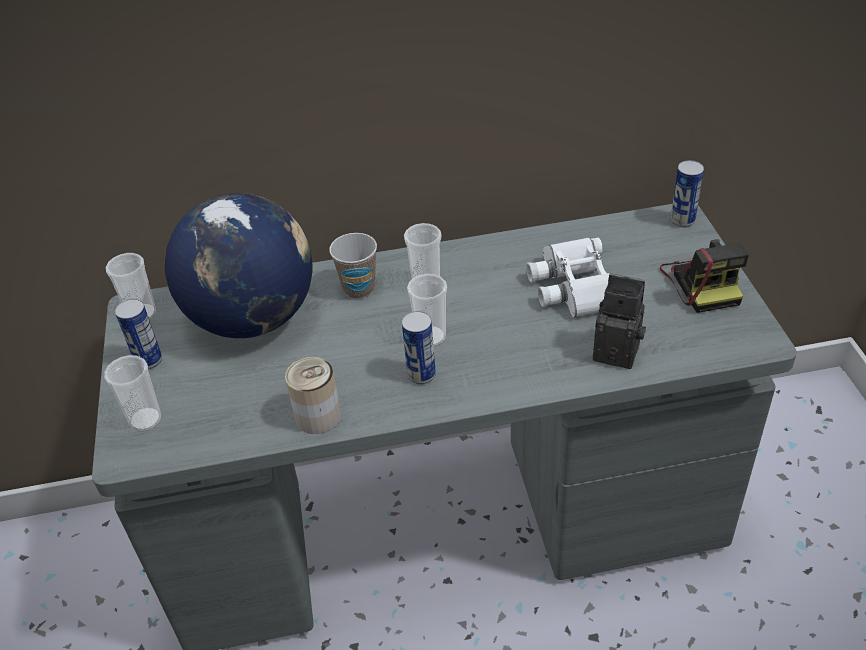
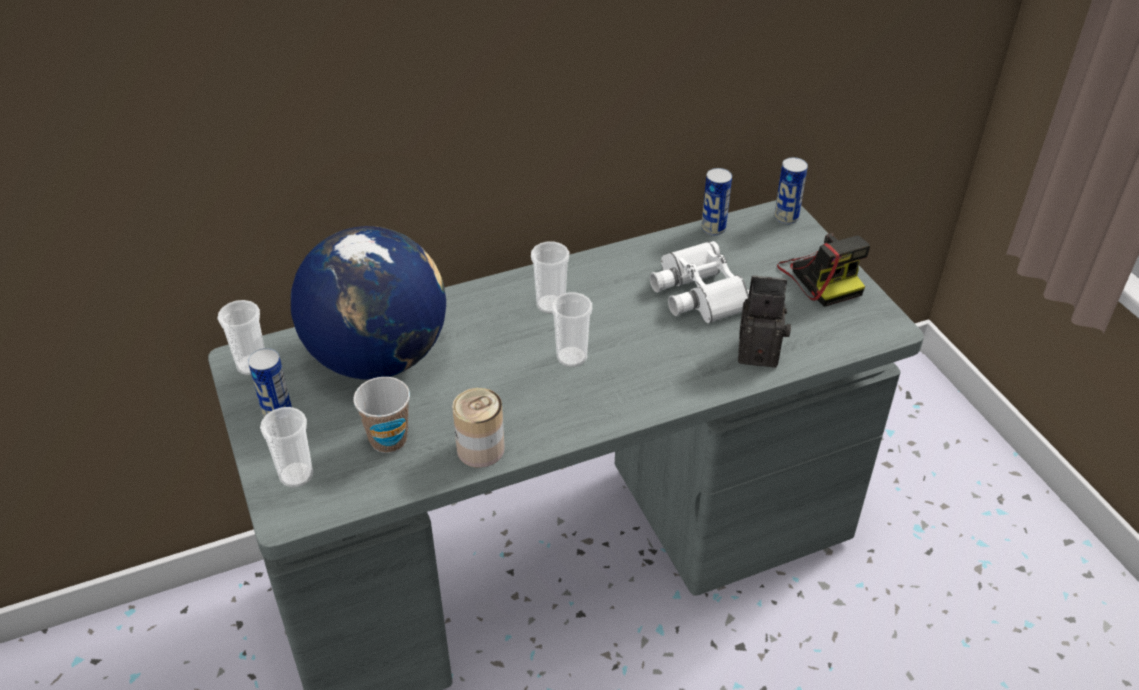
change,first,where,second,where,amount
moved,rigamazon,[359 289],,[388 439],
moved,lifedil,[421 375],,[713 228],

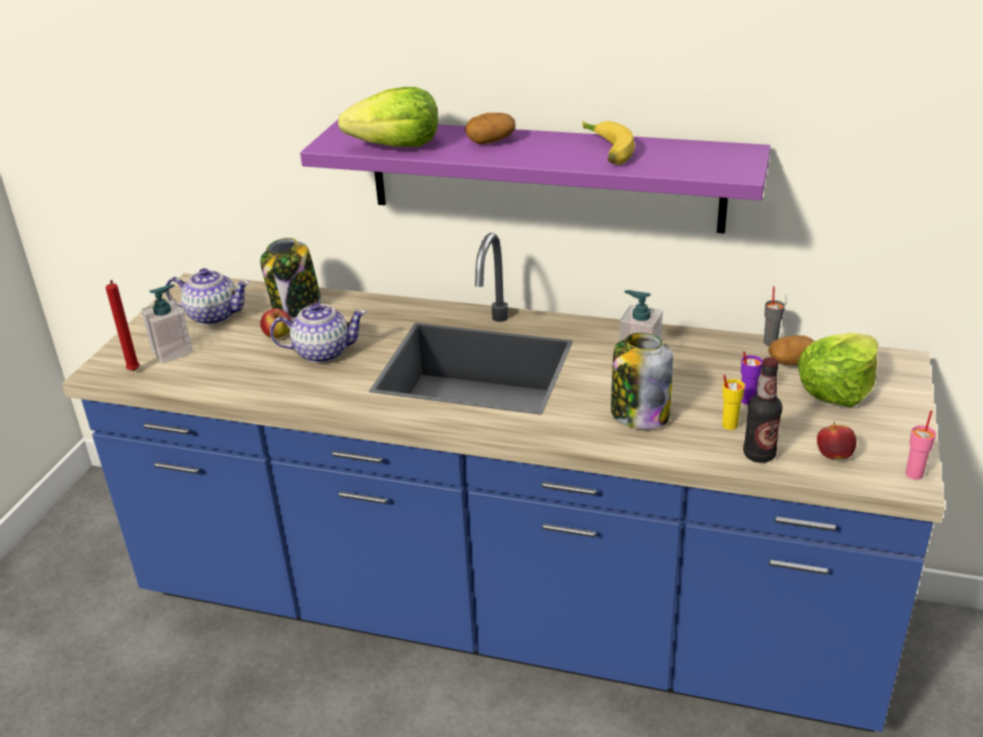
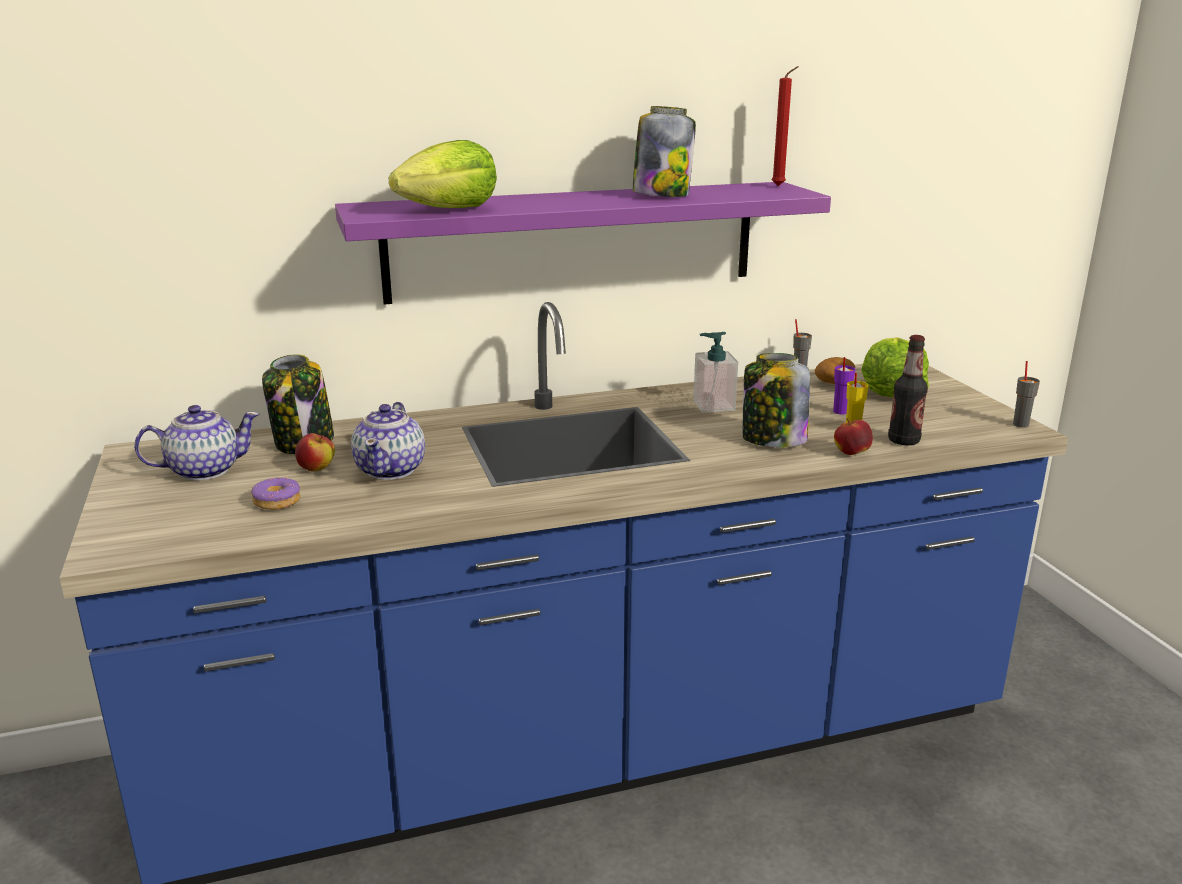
change,first,where,second,where,amount
added,,,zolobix,[277 501],
turned,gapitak,[322 352],,[391 469],135 degrees clockwise
replaced,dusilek,[604 152],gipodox,[661 195],
moved,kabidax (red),[134 372],,[780 186],
moved,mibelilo,[834 456],,[851 453],
recoloured,rigamazon (pink),[914 474],rigamazon (grey),[1020 424],
removed,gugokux,[172 351],,,
removed,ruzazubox,[491 141],,,

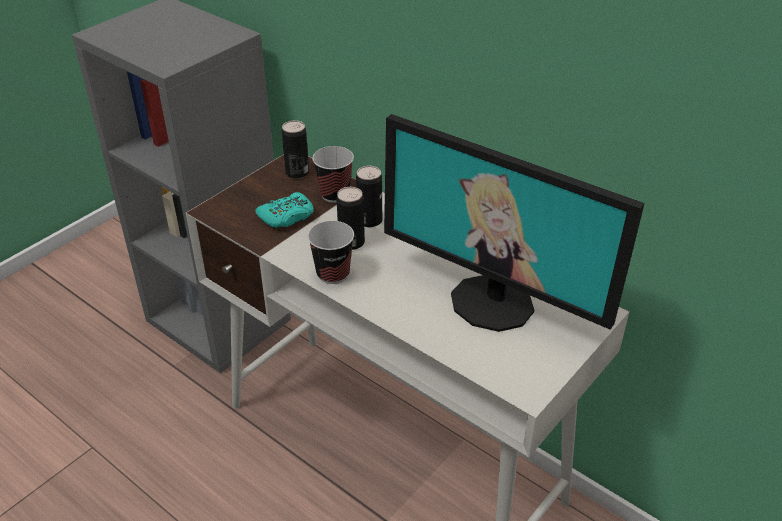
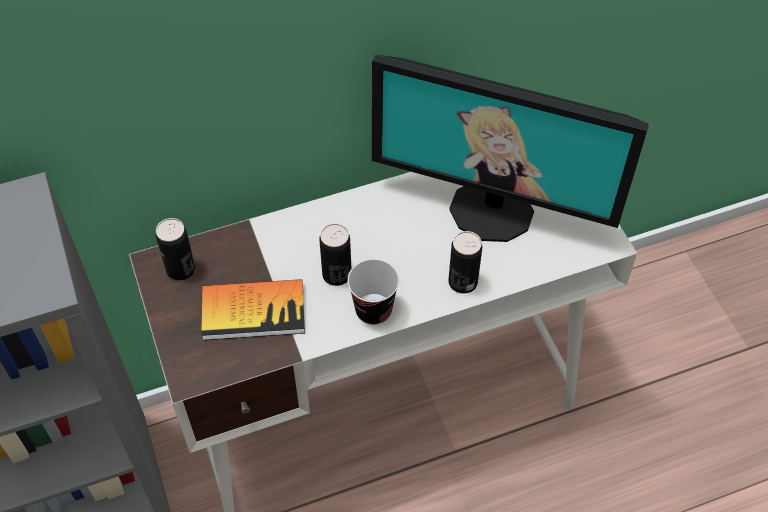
change,first,where,second,where,amount
replaced,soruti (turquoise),[287 216],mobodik,[253 311],
turned,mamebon,[493 302],,[492 209],45 degrees clockwise
moved,lifedil,[369 220],,[463 282],
removed,rigamazon,[335 194],,,

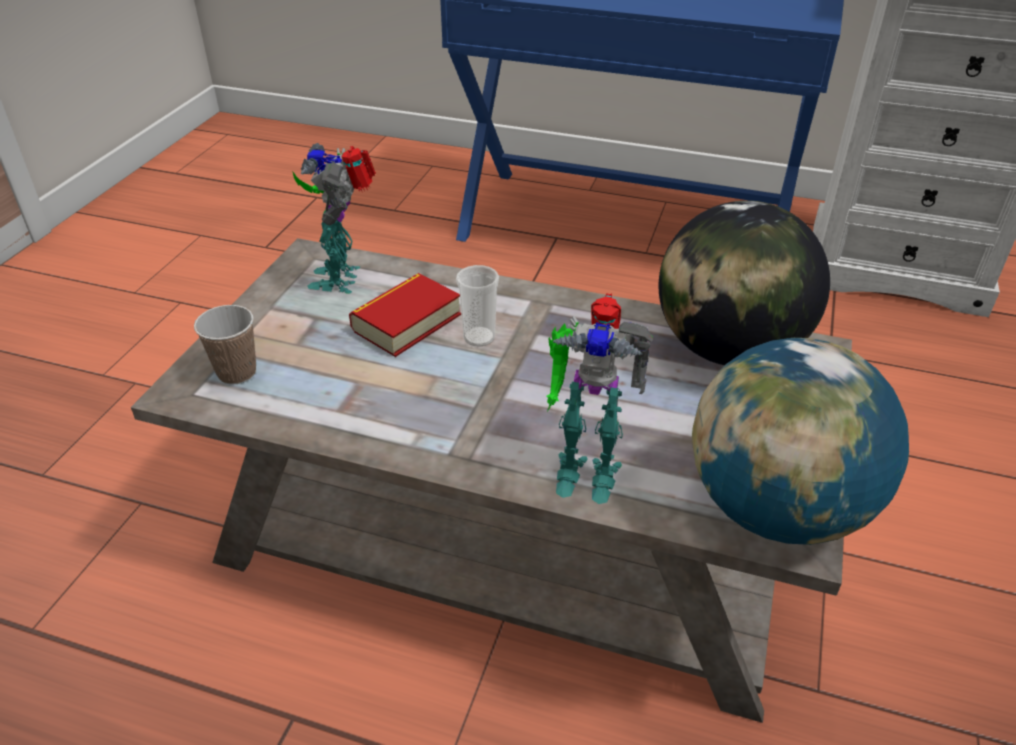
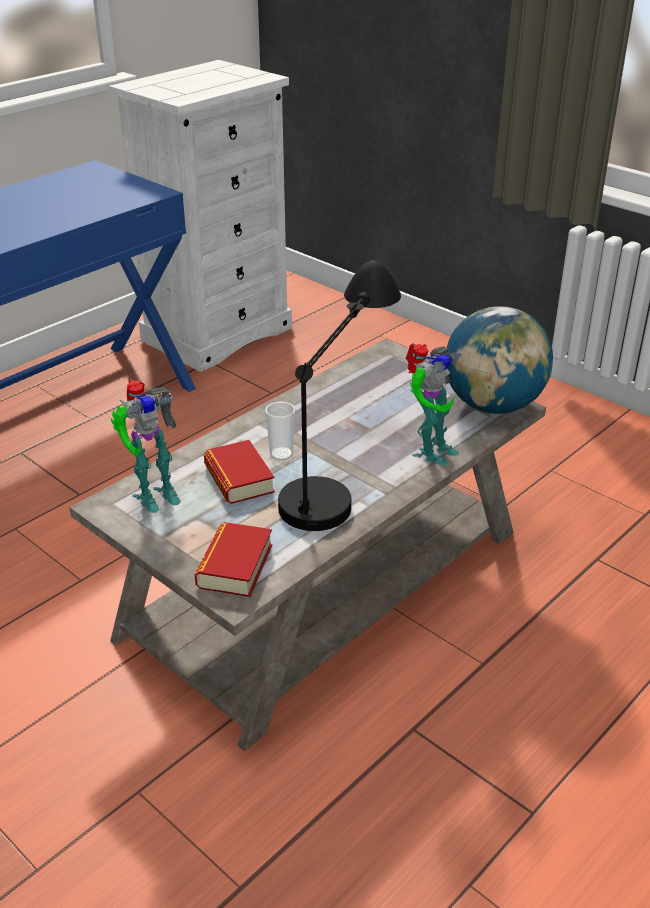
change,first,where,second,where,amount
turned,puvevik,[342 277],,[153 495],60 degrees counterclockwise
replaced,rigamazon,[237 373],mobodik,[235 566],
added,,,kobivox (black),[338 472],
removed,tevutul,[728 349],,,

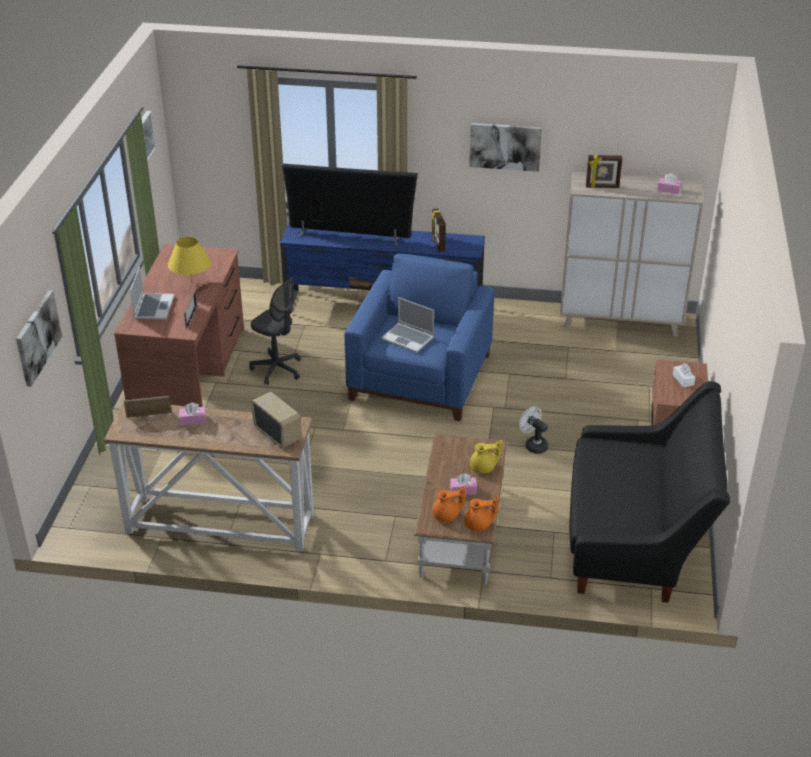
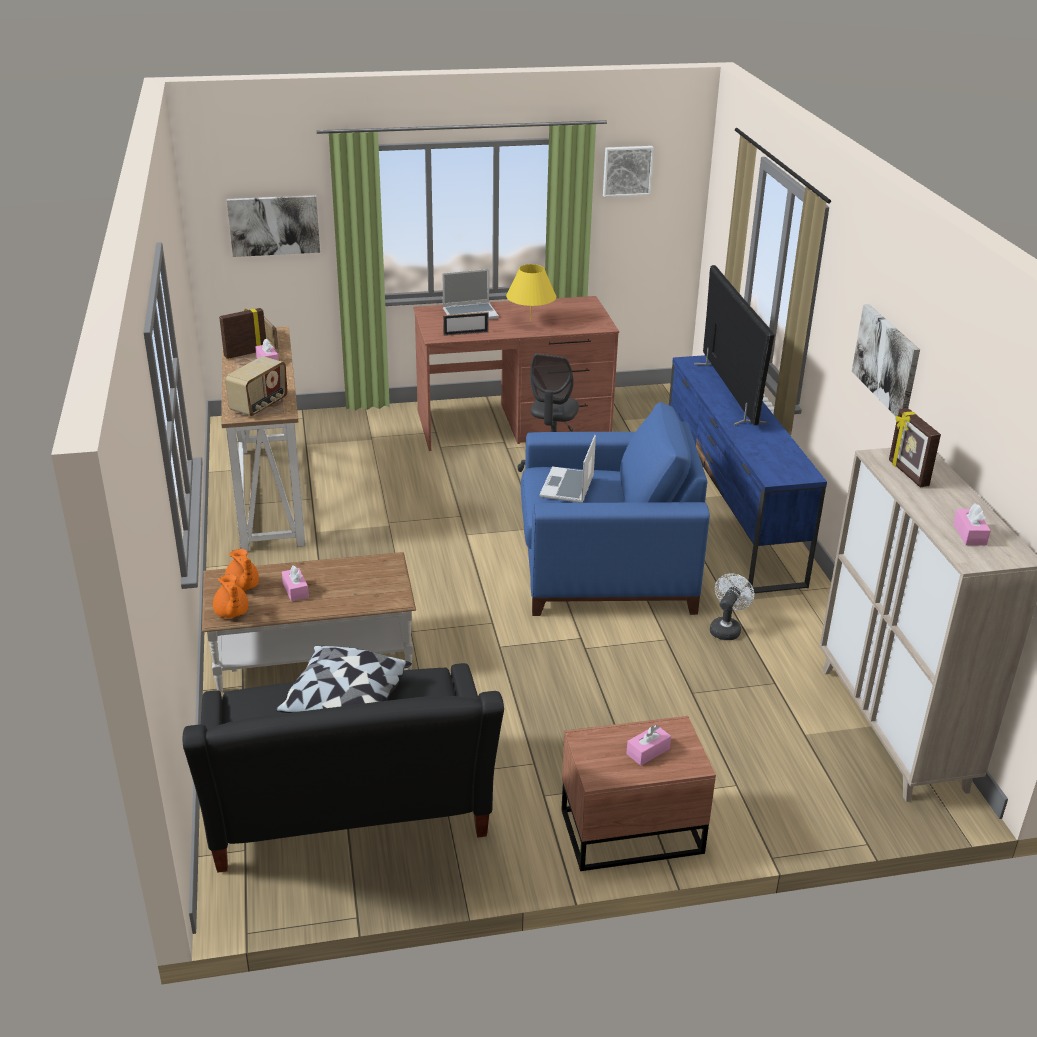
change,first,where,second,where,amount
moved,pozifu,[438 244],,[245 353],
added,,,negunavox,[346 702],
recoloured,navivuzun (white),[683 380],navivuzun (pink),[648 751],
moved,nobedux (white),[533 445],,[726 628],
removed,gapitak (yellow),[483 468],,,

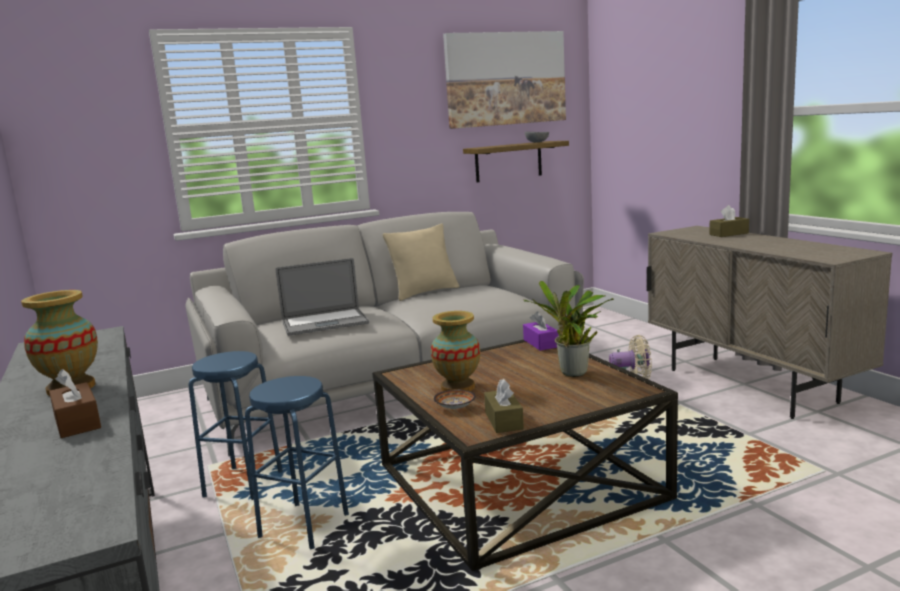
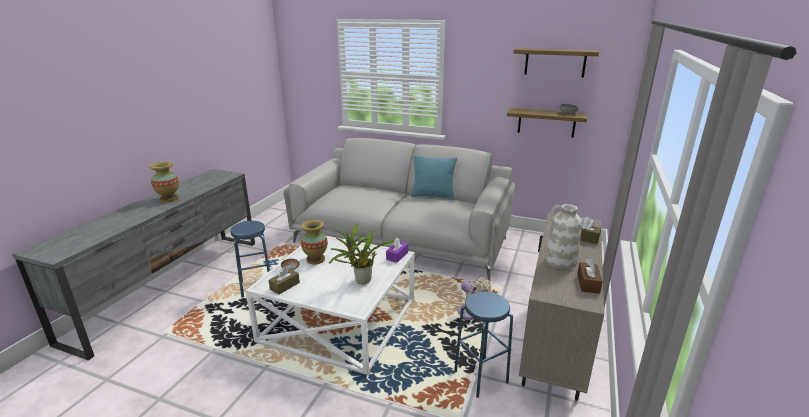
change,first,where,second,where,amount
recoloured,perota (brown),[517 481],perota (white),[340 319],
recoloured,negunavox (beige),[424 292],negunavox (turquoise),[433 196],
moved,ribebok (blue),[243 484],,[481 376],
replaced,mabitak,[505 79],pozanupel,[555 62],
added,,,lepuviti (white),[560 262],
moved,navivuzun (brown),[77 422],,[588 283],
removed,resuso,[325 322],,,

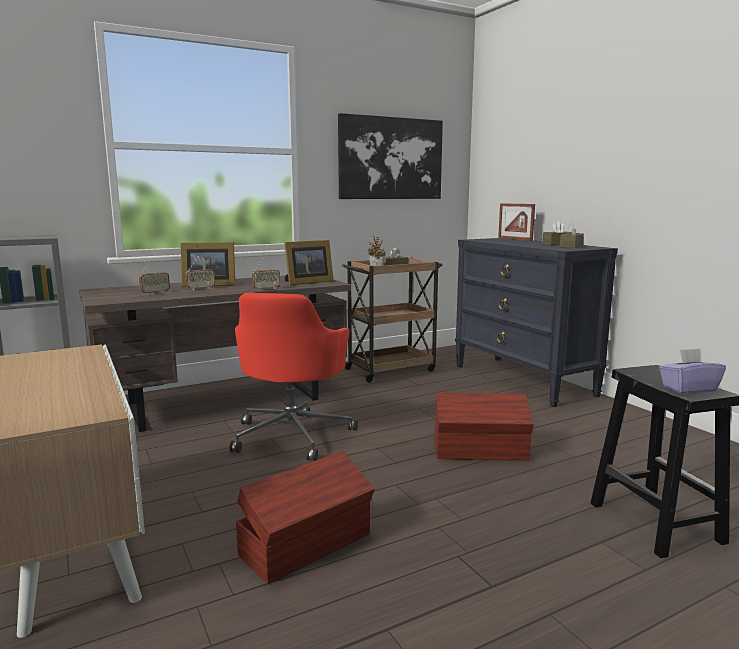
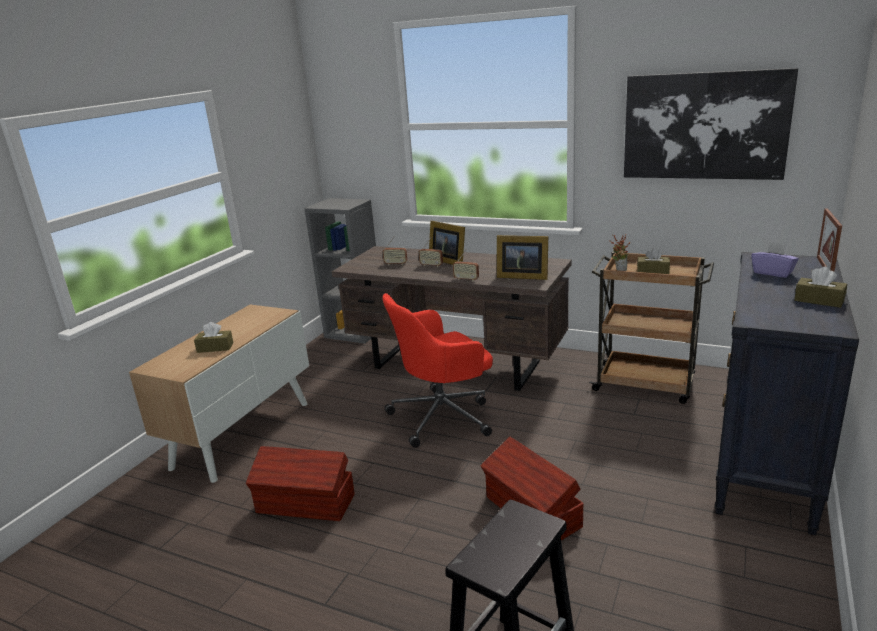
change,first,where,second,where,amount
moved,navivuzun (brown),[571 246],,[215 347],
moved,navivuzun (purple),[688 389],,[773 273],

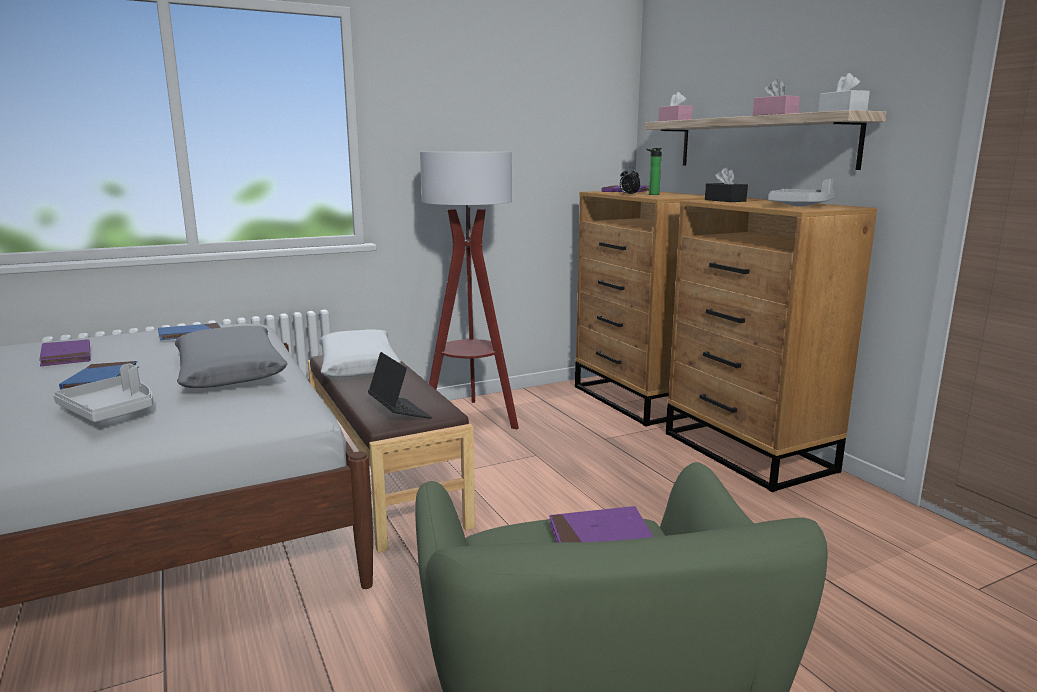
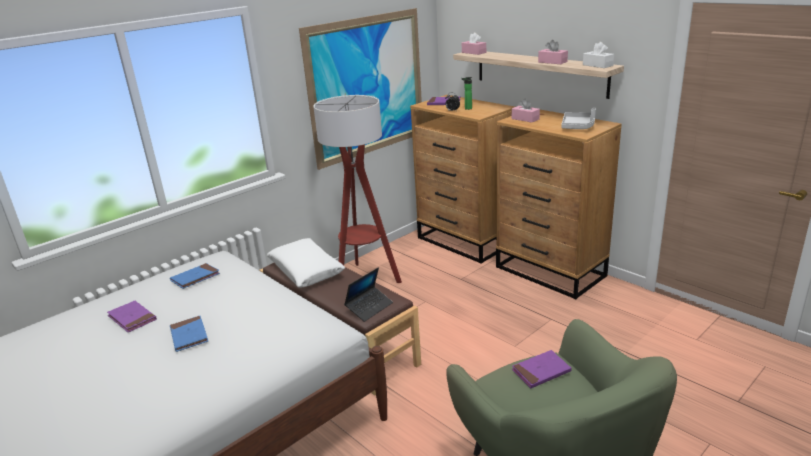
change,first,where,second,where,amount
added,,,mabitak,[368 86],
turned,resuso,[399 412],,[369 307],90 degrees clockwise
recoloured,navivuzun (black),[725 200],navivuzun (pink),[525 119],
removed,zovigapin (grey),[111 411],,,
removed,negunavox (grey),[230 372],,,

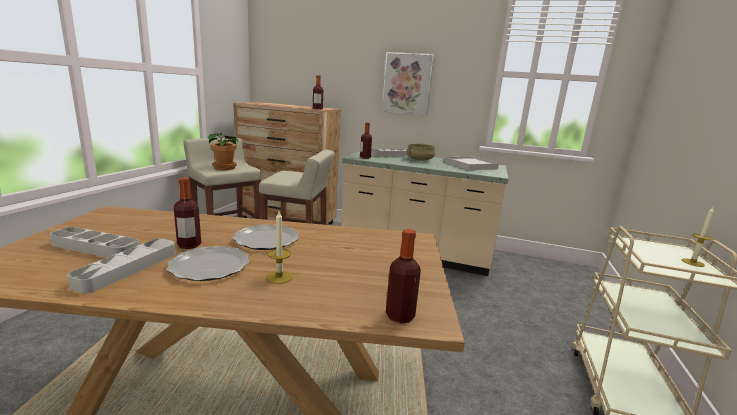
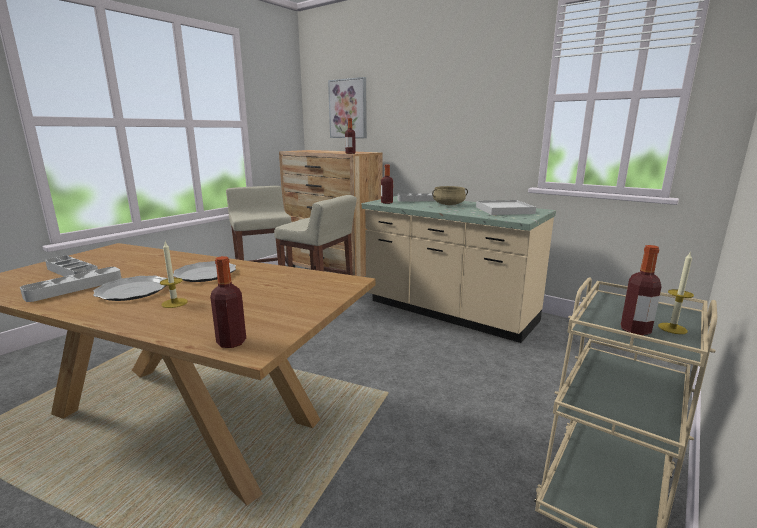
change,first,where,second,where,amount
moved,mabitak,[407 84],,[348 109],
moved,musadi,[189 245],,[635 330],
removed,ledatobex,[225 168],,,

